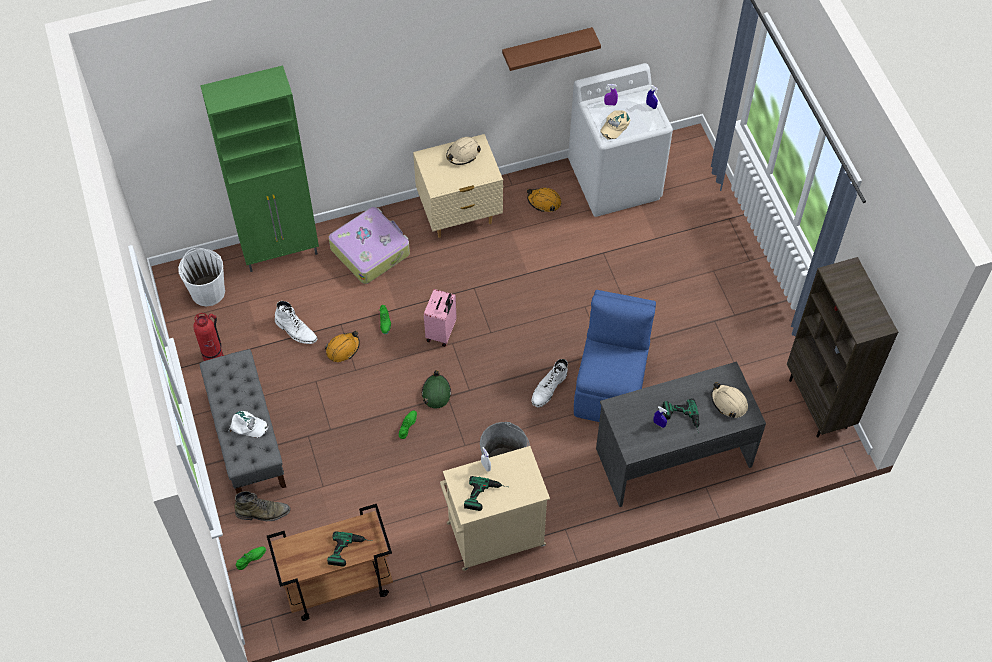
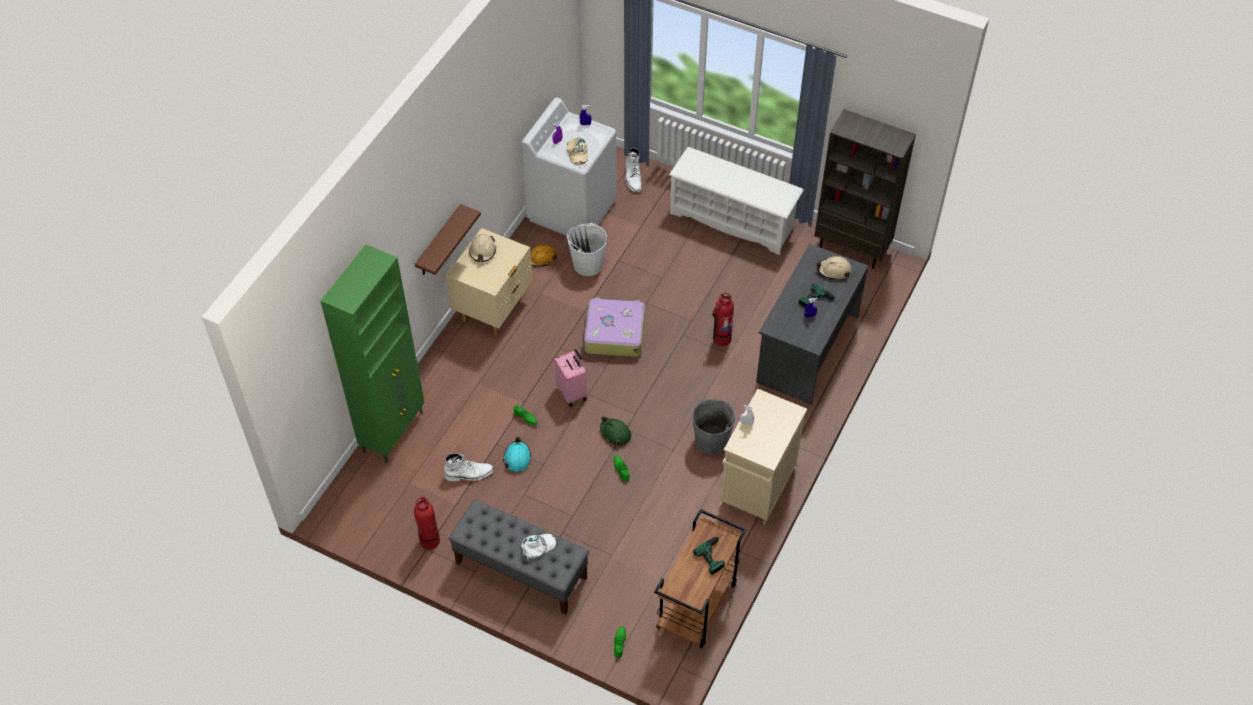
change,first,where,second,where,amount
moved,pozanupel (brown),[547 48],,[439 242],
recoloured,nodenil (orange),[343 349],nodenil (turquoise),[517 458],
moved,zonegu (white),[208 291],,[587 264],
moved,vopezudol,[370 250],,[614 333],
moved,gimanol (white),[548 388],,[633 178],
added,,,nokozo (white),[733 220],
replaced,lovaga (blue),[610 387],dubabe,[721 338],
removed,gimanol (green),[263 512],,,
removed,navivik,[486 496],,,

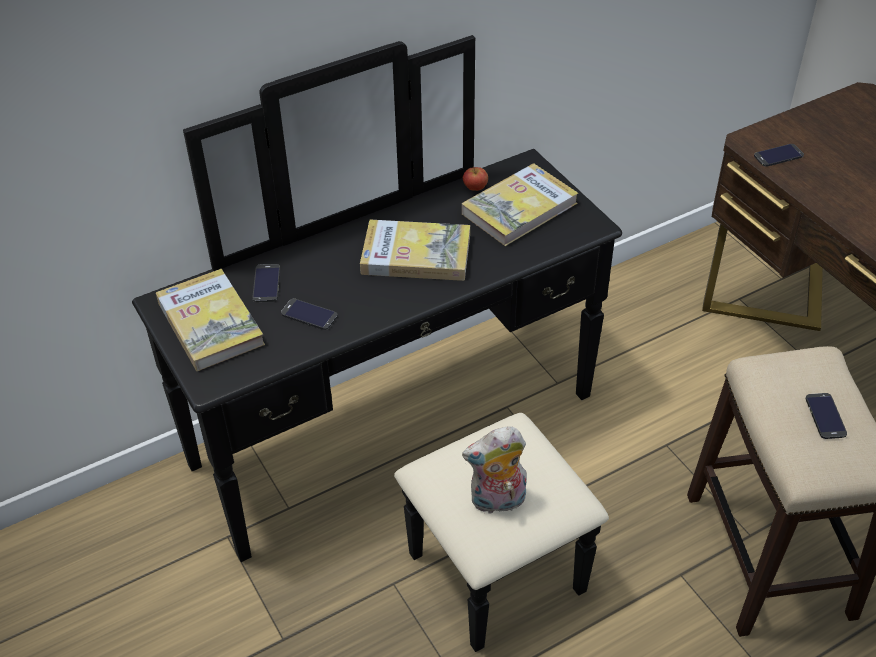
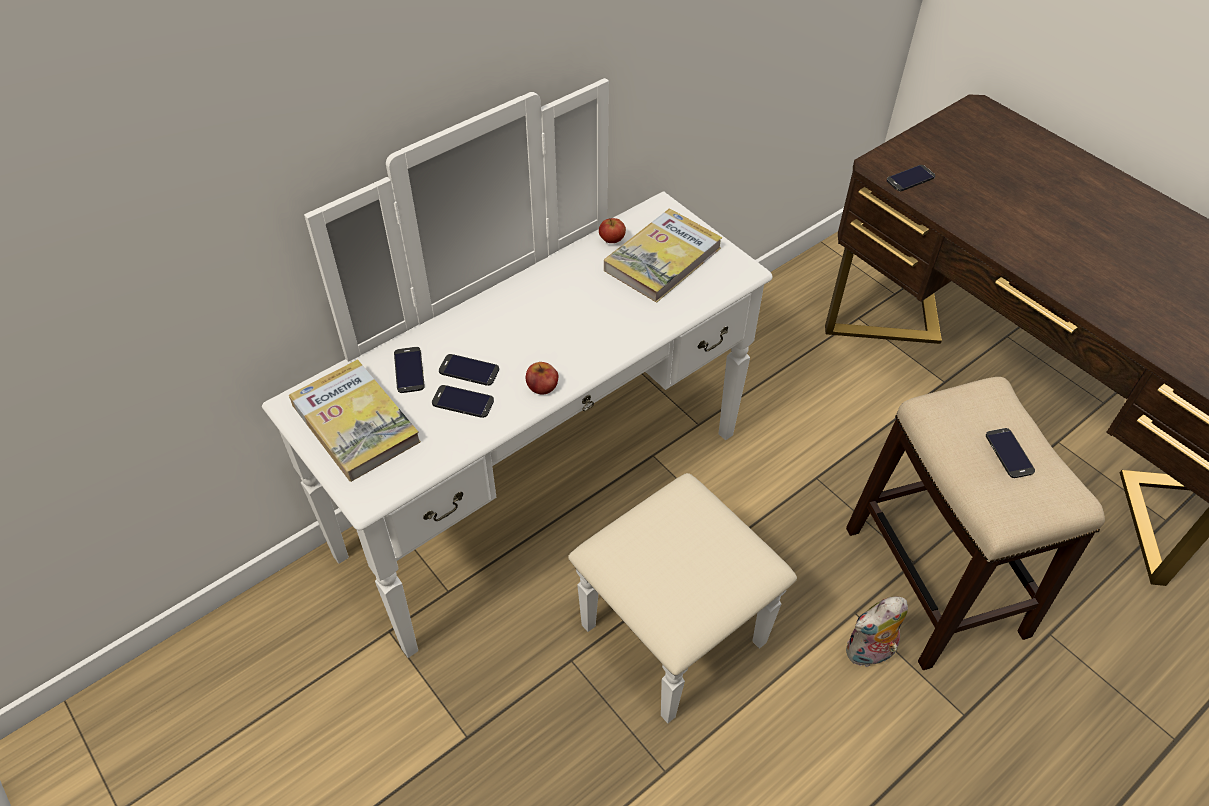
change,first,where,second,where,amount
recoloured,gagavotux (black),[417 459],gagavotux (white),[572 522],
added,,,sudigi,[469 370],
added,,,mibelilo,[542 385],
moved,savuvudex,[497 502],,[869 653],
removed,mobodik,[416 254],,,

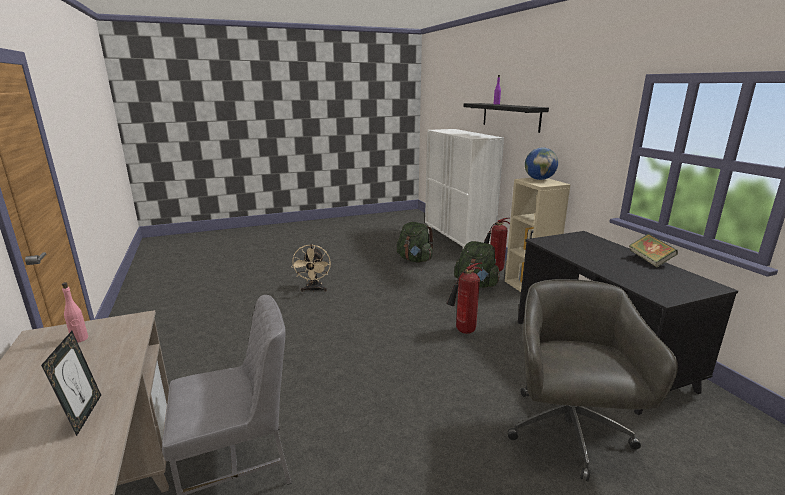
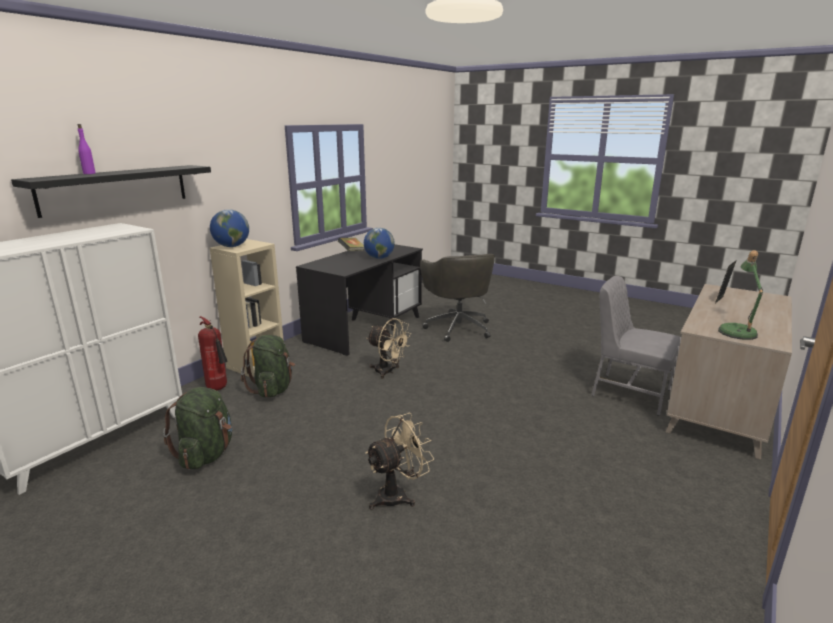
change,first,where,second,where,amount
added,,,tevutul,[379 258],
replaced,dubabe,[463 331],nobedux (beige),[388 372],
turned,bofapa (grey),[568 433],,[458 328],75 degrees counterclockwise
replaced,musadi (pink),[80 339],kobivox,[737 331],

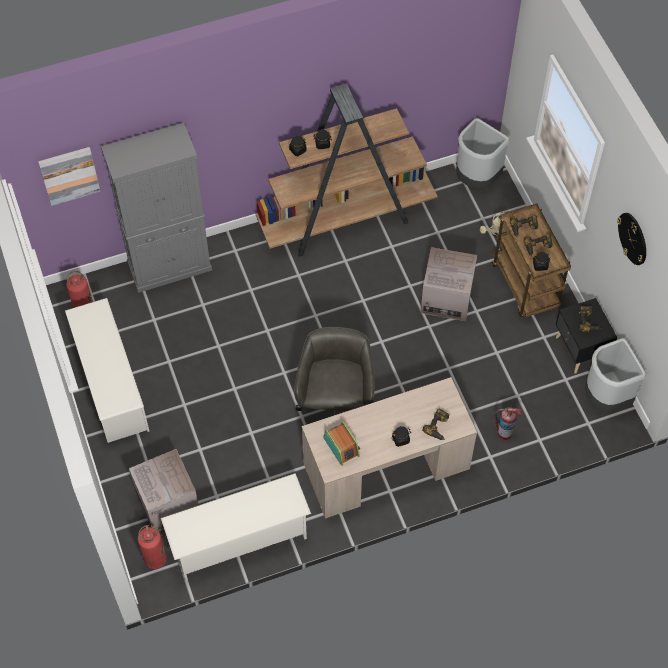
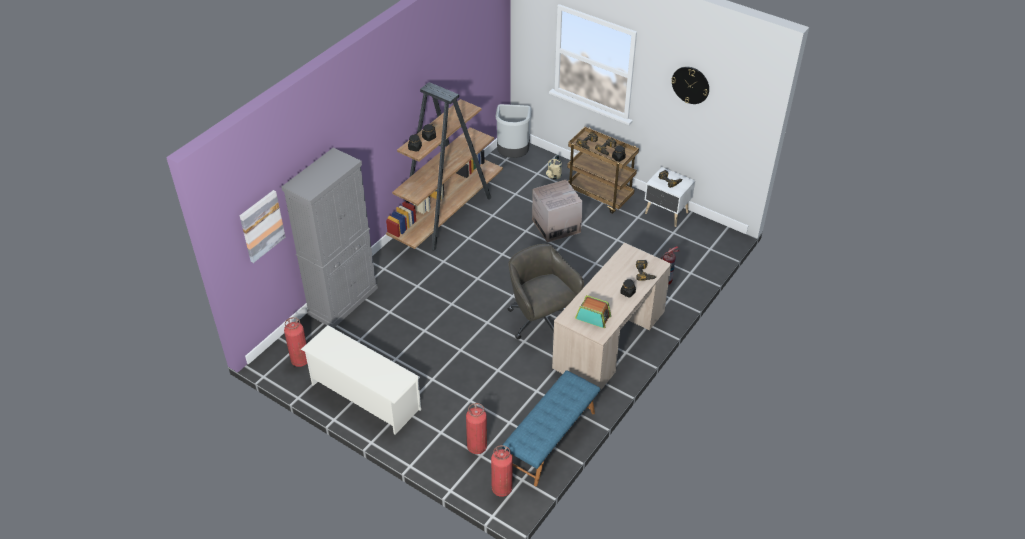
change,first,where,second,where,amount
replaced,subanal,[167 502],dubabe,[477 447],
replaced,nokozo (white),[239 540],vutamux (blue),[551 440],
recoloured,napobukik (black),[579 351],napobukik (white),[666 214],
removed,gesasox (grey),[605 397],,,

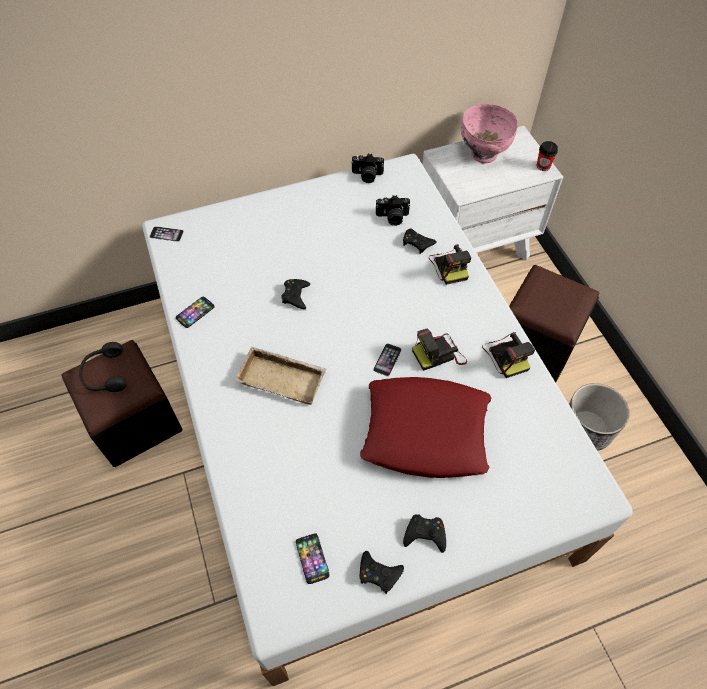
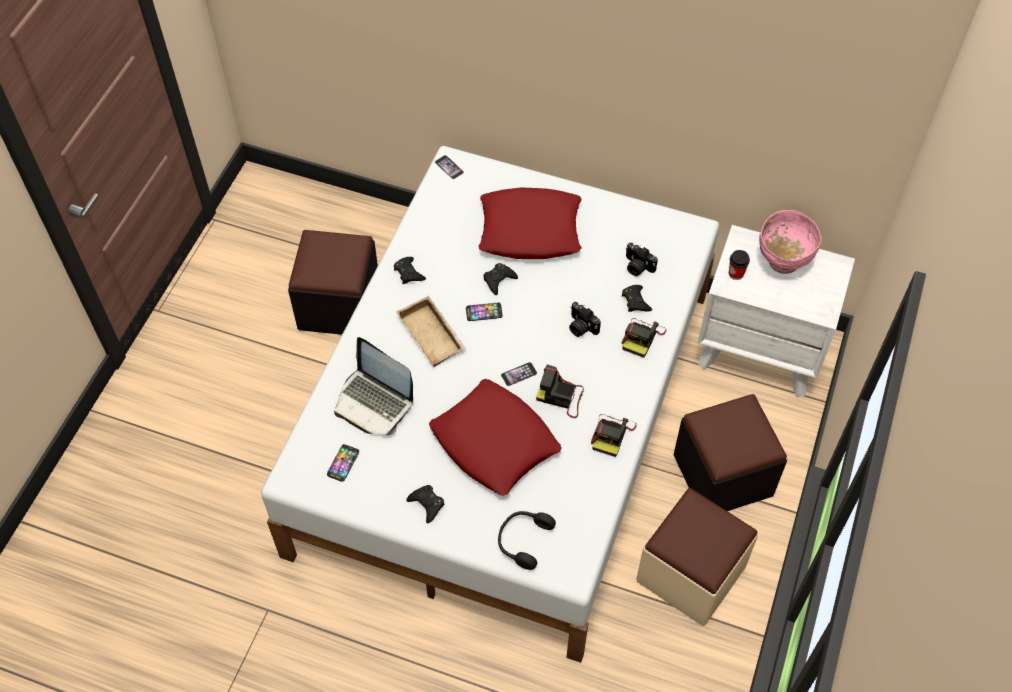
change,first,where,second,where,amount
added,,,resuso,[374 402],
moved,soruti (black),[379 573],,[408 273],
moved,sudigi,[195 312],,[484 312],
added,,,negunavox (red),[530 230],
moved,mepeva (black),[104 374],,[523 540],
moved,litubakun,[367 176],,[581 327],
replaced,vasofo,[586 429],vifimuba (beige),[691 573],
moved,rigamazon,[543 166],,[736 273],

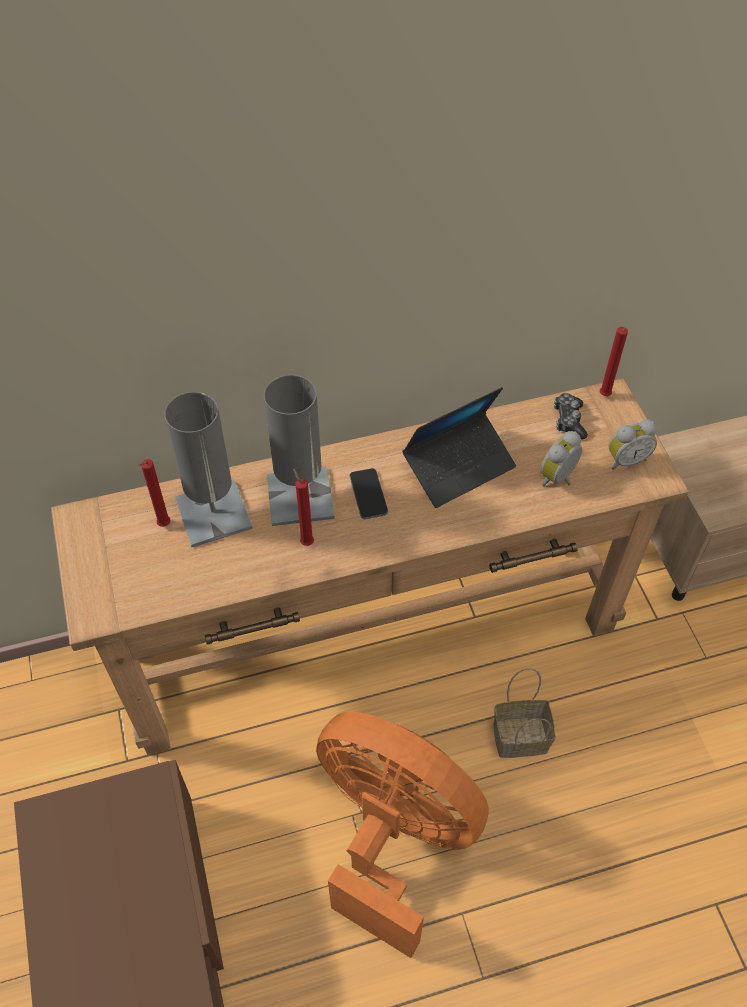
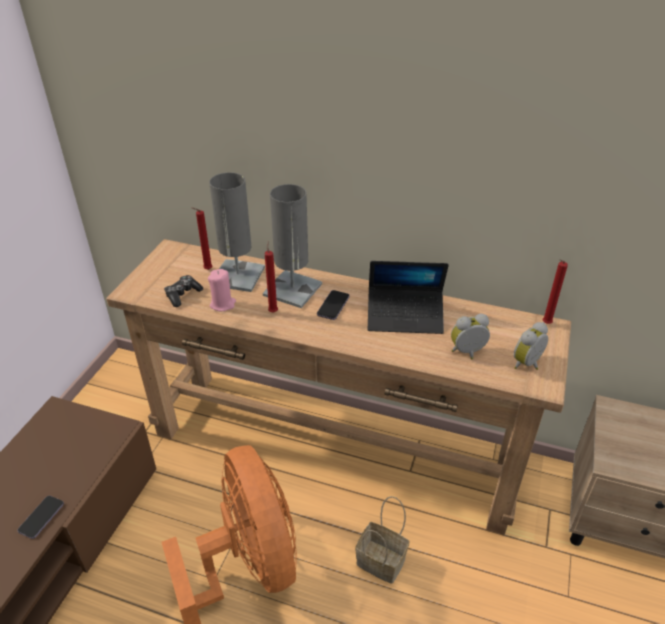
change,first,where,second,where,amount
added,,,sudigi,[41 517],
moved,soruti,[569 420],,[183 295],
added,,,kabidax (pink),[223 304],
turned,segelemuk,[625 459],,[528 364],120 degrees clockwise

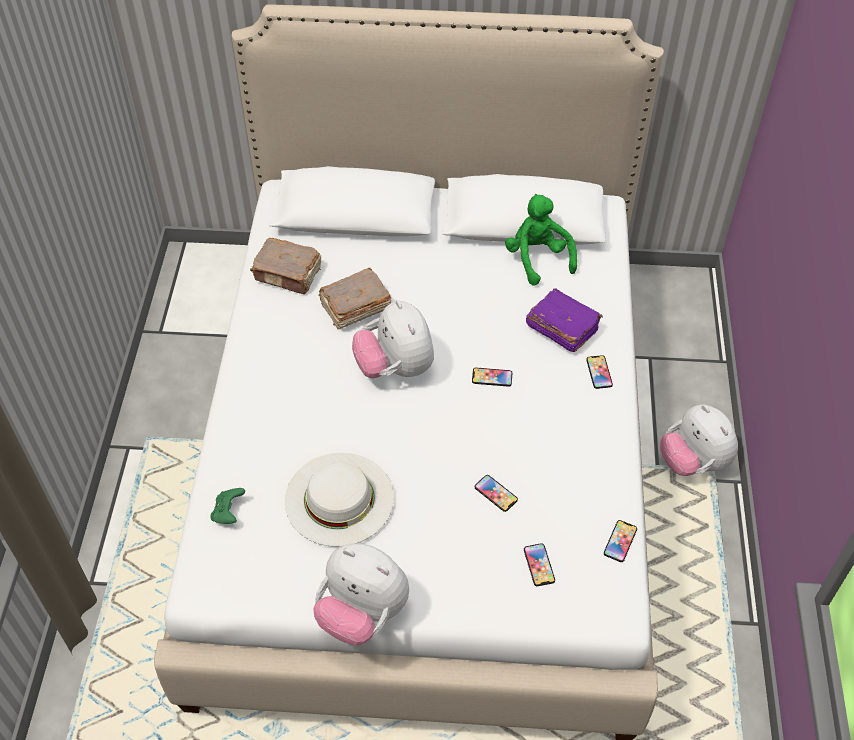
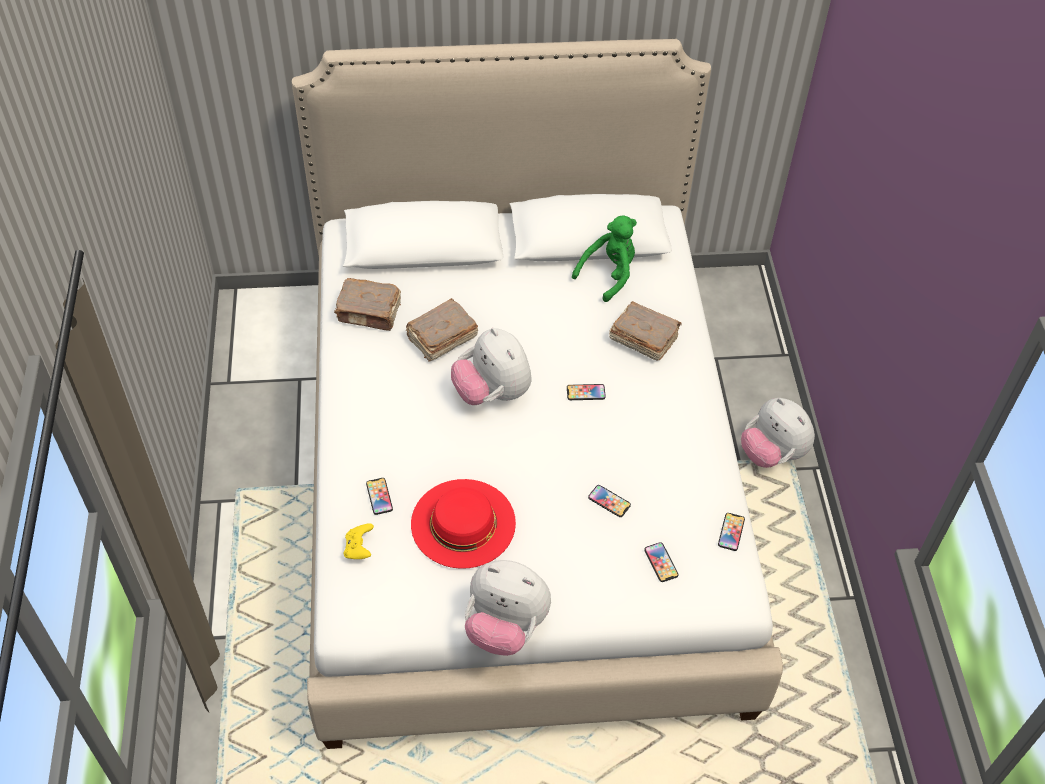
change,first,where,second,where,amount
recoloured,soruti (green),[228 512],soruti (yellow),[359 548],
moved,sudigi,[599 372],,[379 496],
recoloured,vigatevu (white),[339 498],vigatevu (red),[463 523],
turned,savuvudex (green),[538 258],,[608 274],75 degrees clockwise
recoloured,mobodik (purple),[561 328],mobodik (brown),[642 338],

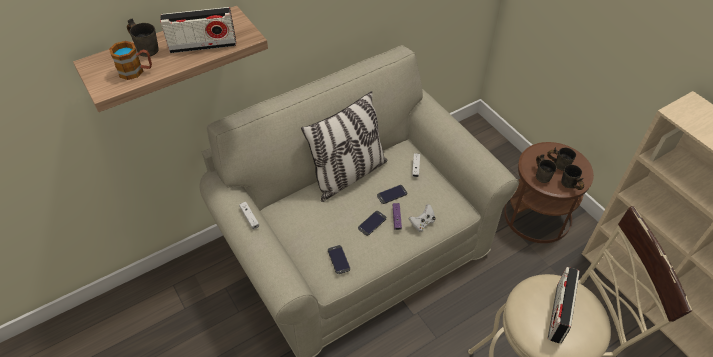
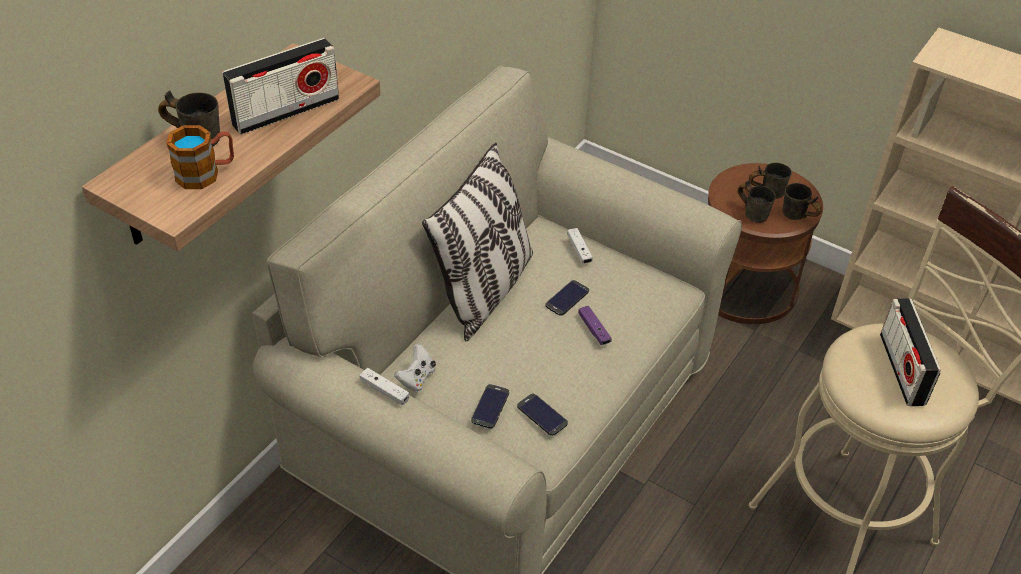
change,first,where,second,where,amount
moved,soruti (white),[422 223],,[417 378],
moved,sudigi,[372 223],,[490 406],

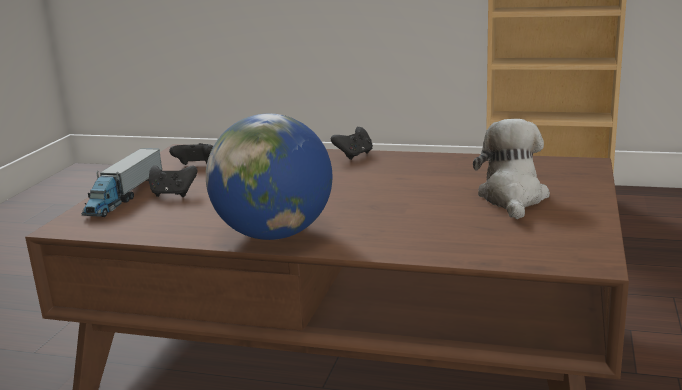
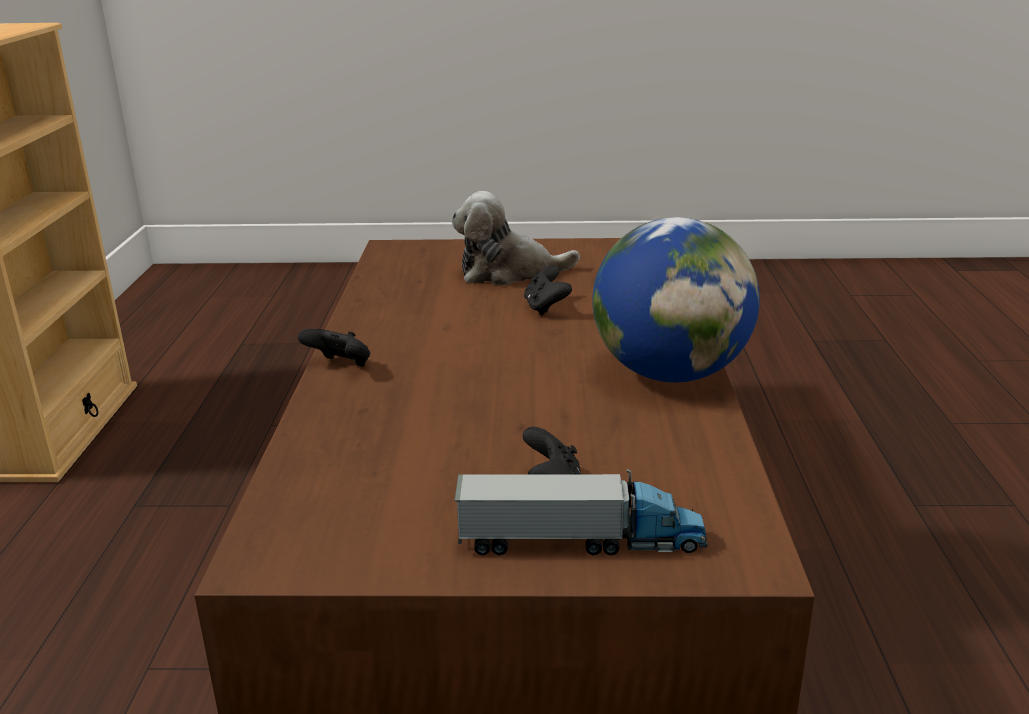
change,first,where,second,where,amount
moved,soruti (black),[196 166],,[546 308],

